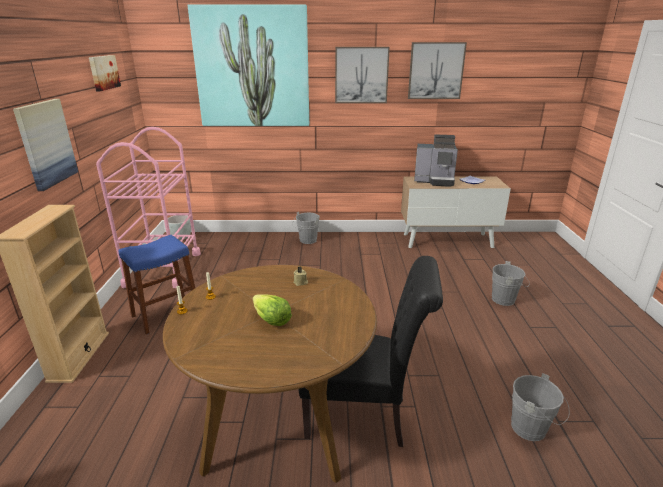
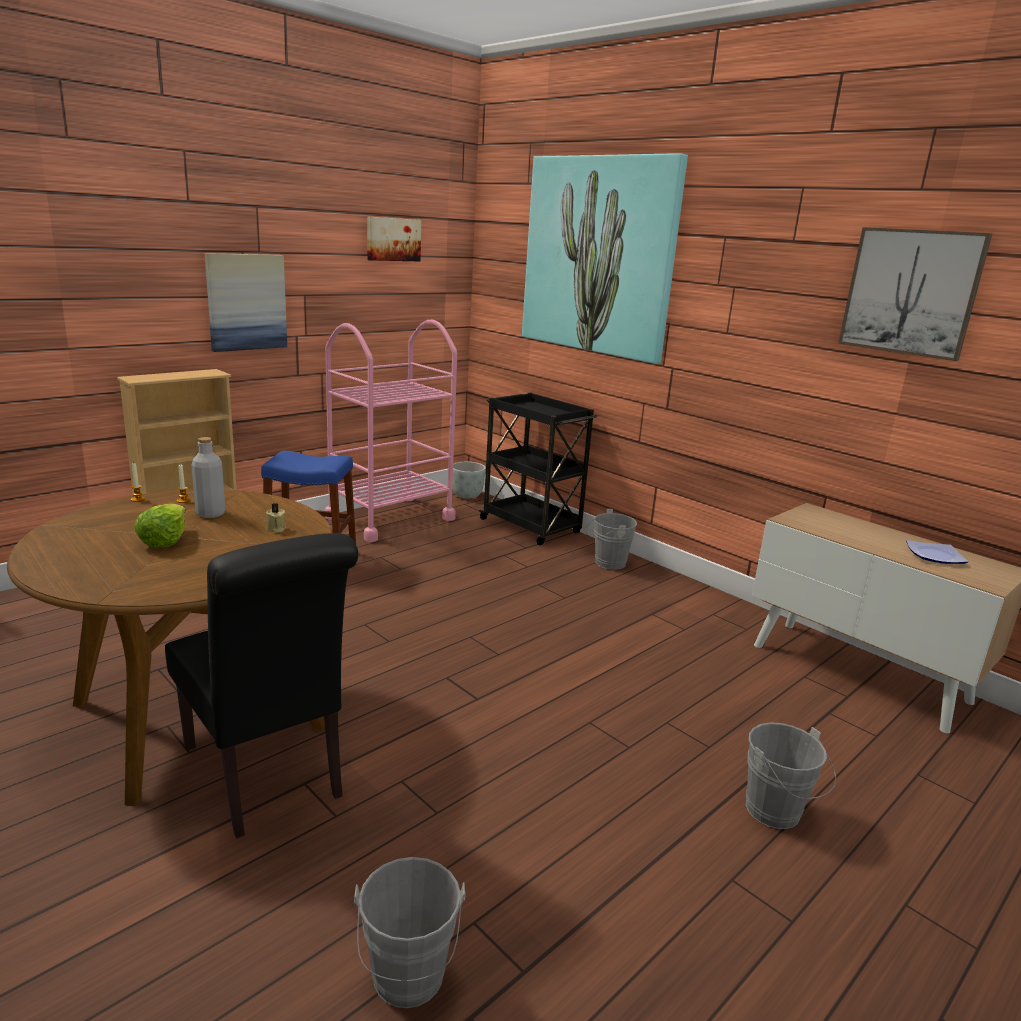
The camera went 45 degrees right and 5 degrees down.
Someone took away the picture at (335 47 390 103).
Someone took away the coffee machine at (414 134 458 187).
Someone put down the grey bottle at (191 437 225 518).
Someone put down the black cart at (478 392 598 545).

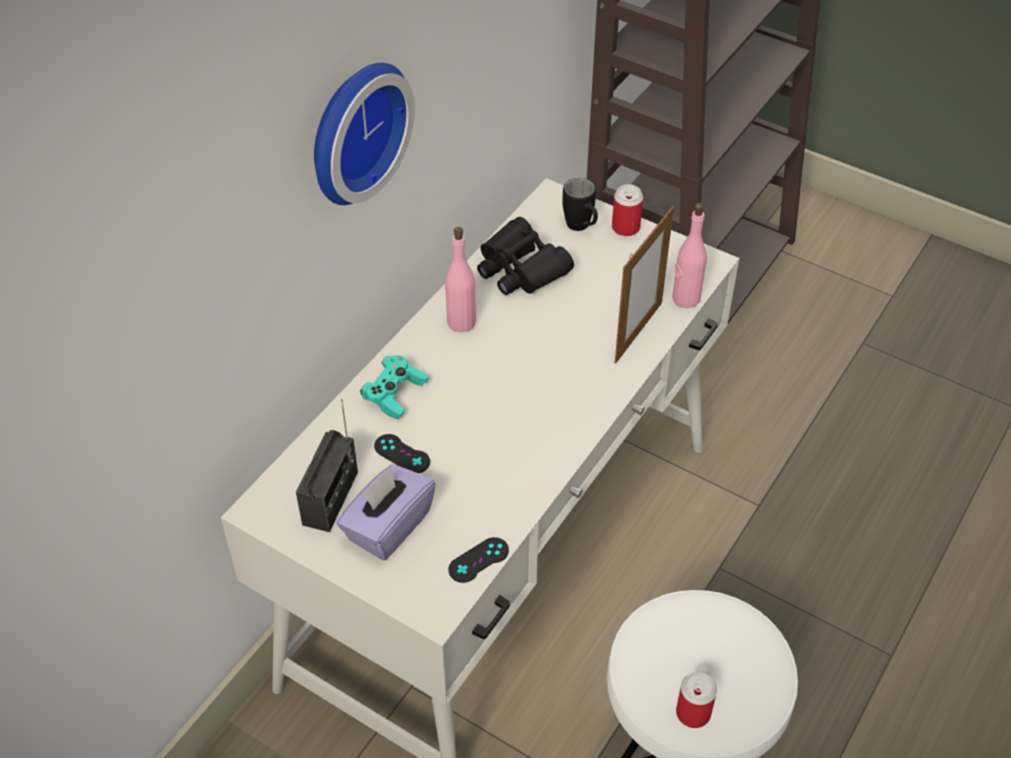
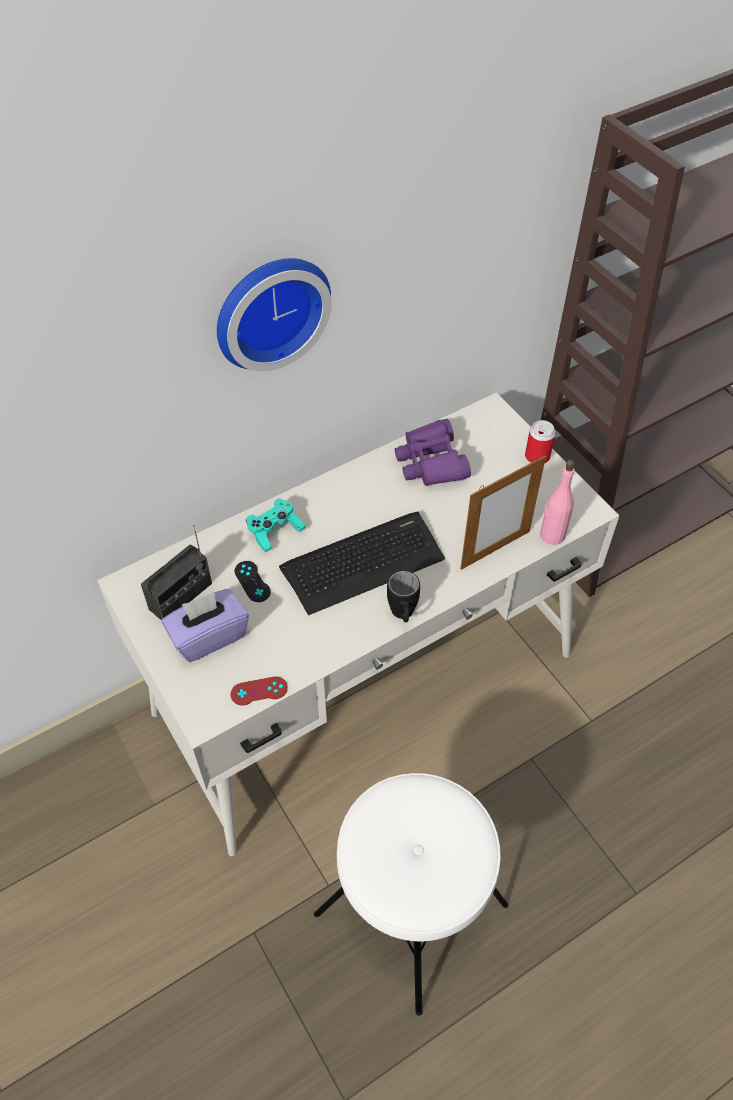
The camera went 25 degrees right and 5 degrees up.
Someone took away the pink bottle at (445 227 476 332).
Someone repainted the black game controller at (448 537 509 583), which became the red game controller at (231 676 288 705).
Someone repainted the black binoculars at (477 217 574 295), which became the purple binoculars at (395 419 471 486).
Someone carried the black mug from (562 178 598 231) to (387 571 420 622).
Someone took away the can at (676 672 717 728).
Someone put down the keyboard at (279 511 445 615).

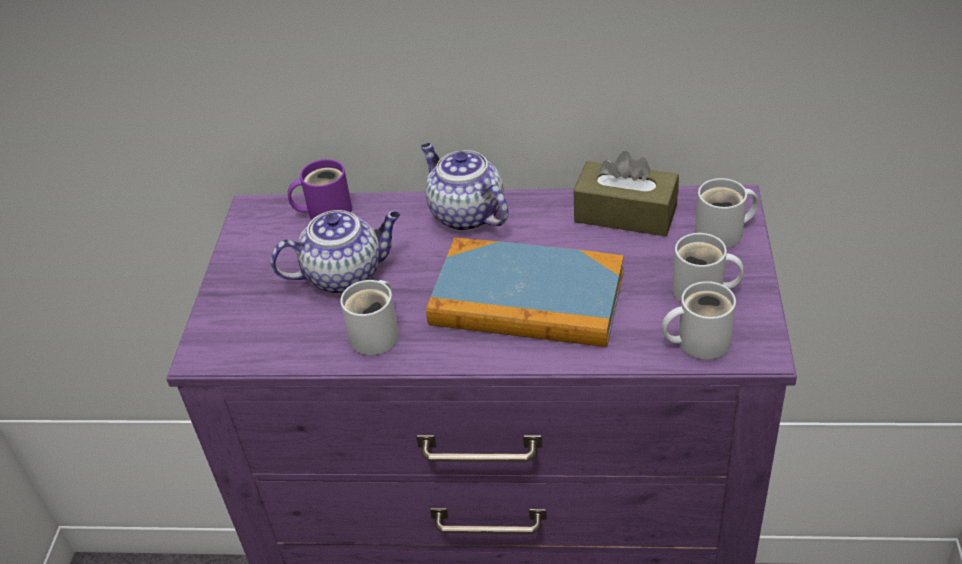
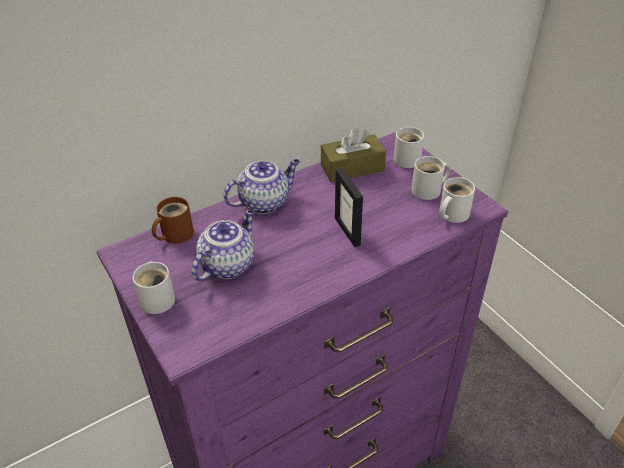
The camera went 40 degrees left and 0 degrees up.
Someone repainted the purple mug at (288 159 352 220), which became the brown mug at (152 197 194 244).
Someone carried the white mug from (340 280 399 355) to (133 261 175 314).
Someone rotated the teapot at (421 143 508 232) by 135 degrees clockwise.
Someone swapped the book at (426 237 624 347) for the picture frame at (335 168 363 247).

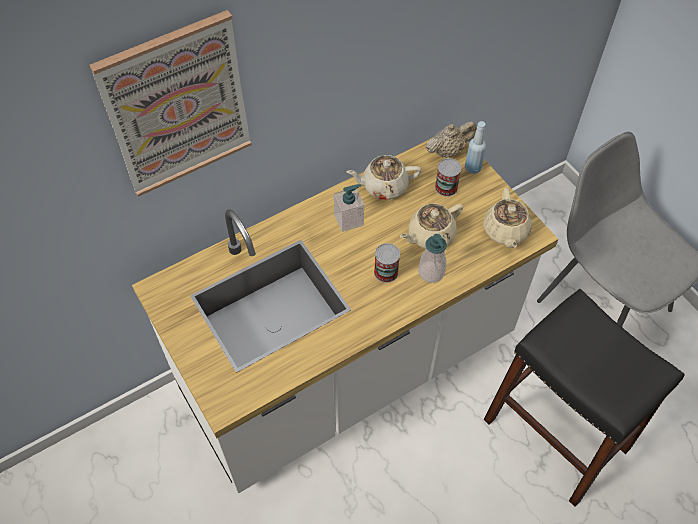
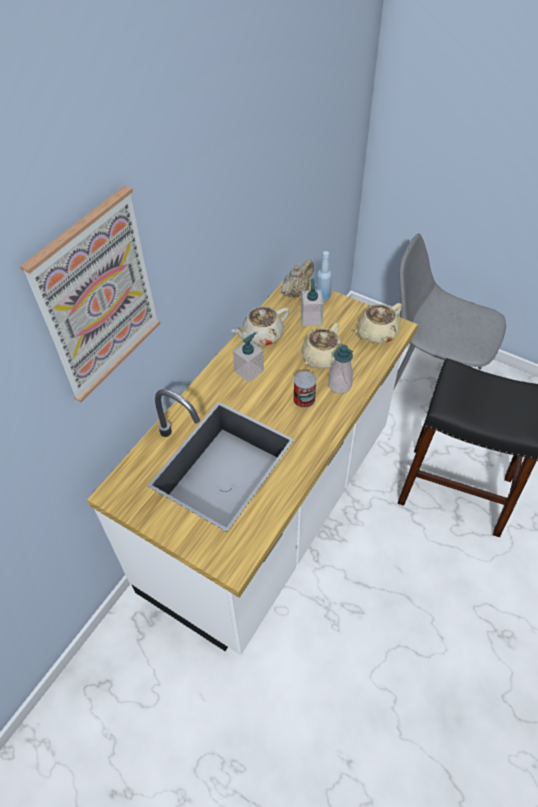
The camera went 25 degrees left and 5 degrees down.
Someone swapped the can at (435 158 461 197) for the soap dispenser at (301 278 324 326).
Someone rotated the beige teapot at (483 188 532 248) by 75 degrees clockwise.

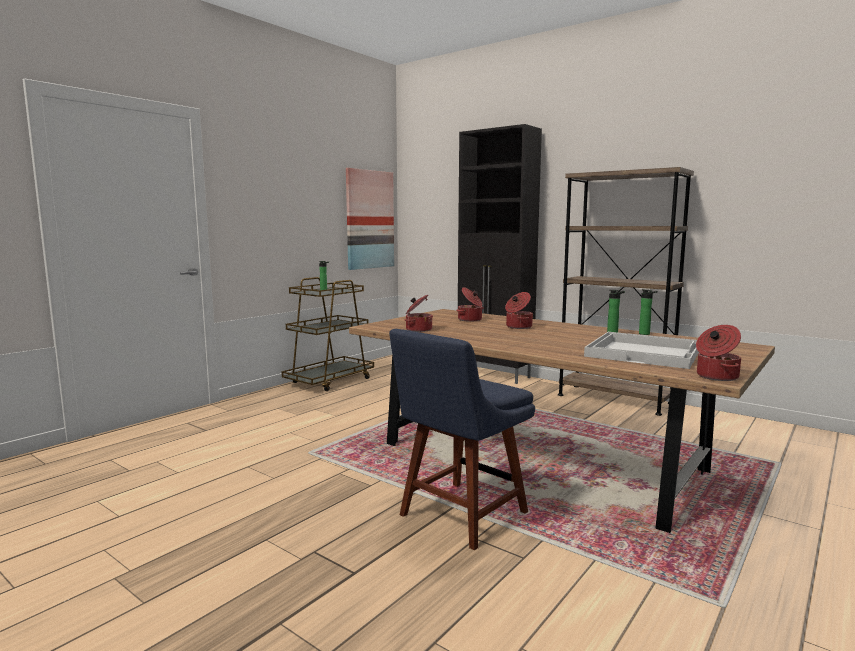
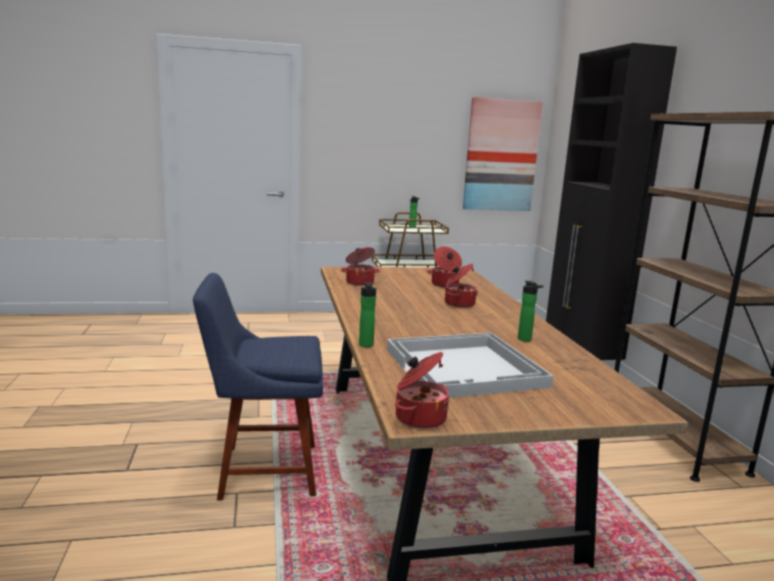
The camera went 40 degrees right and 5 degrees up.
Someone carried the bottle from (639 289 658 335) to (359 282 376 347).

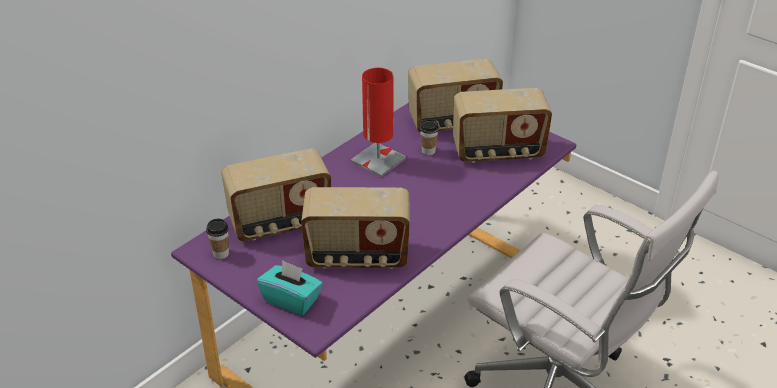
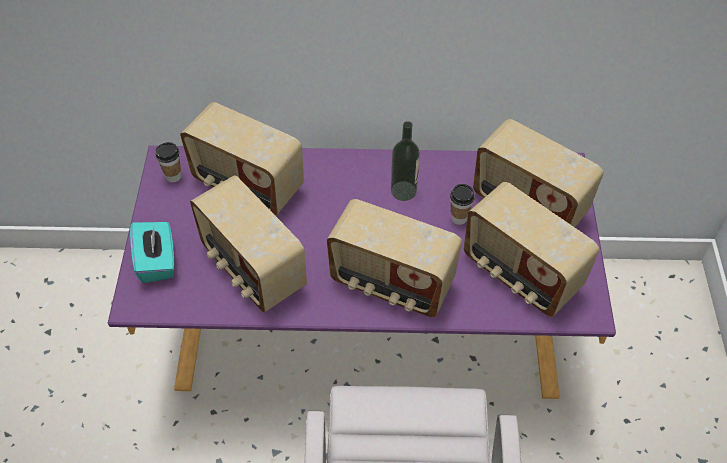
The camera went 50 degrees right and 15 degrees up.
Someone swapped the red table lamp at (351 68 406 177) for the bottle at (391 121 420 201).
Someone put down the radio at (327 199 462 317).

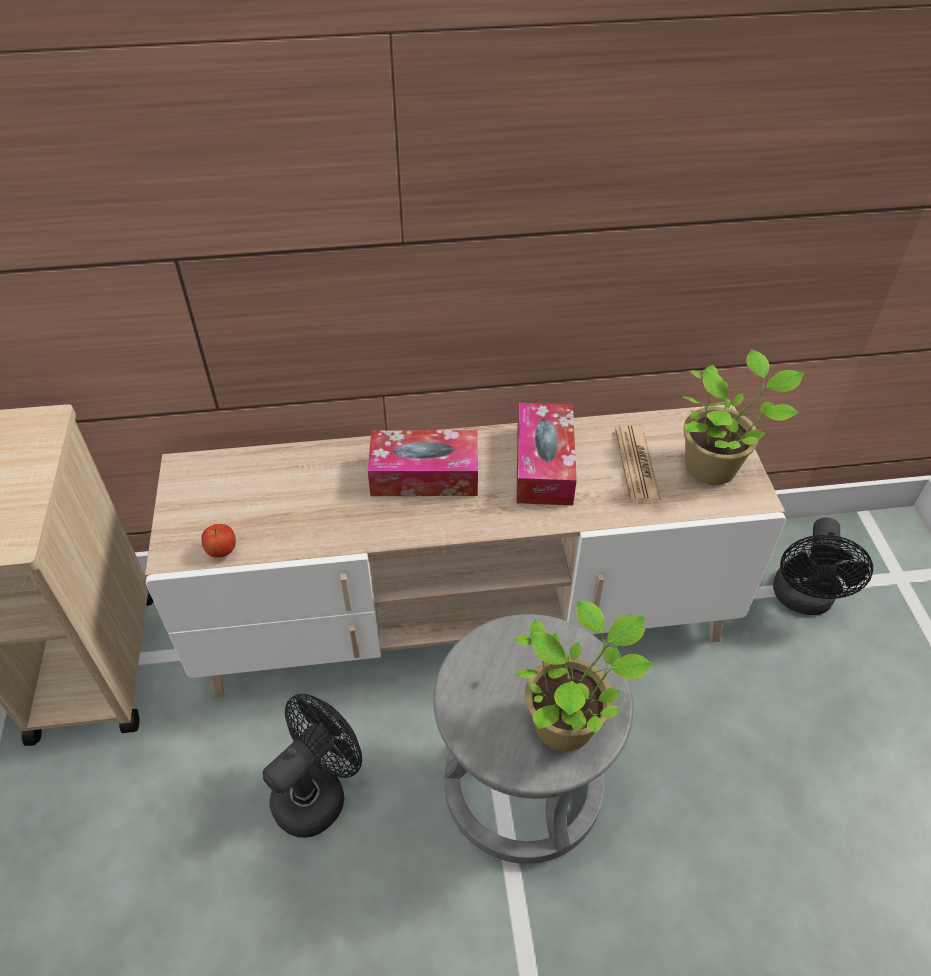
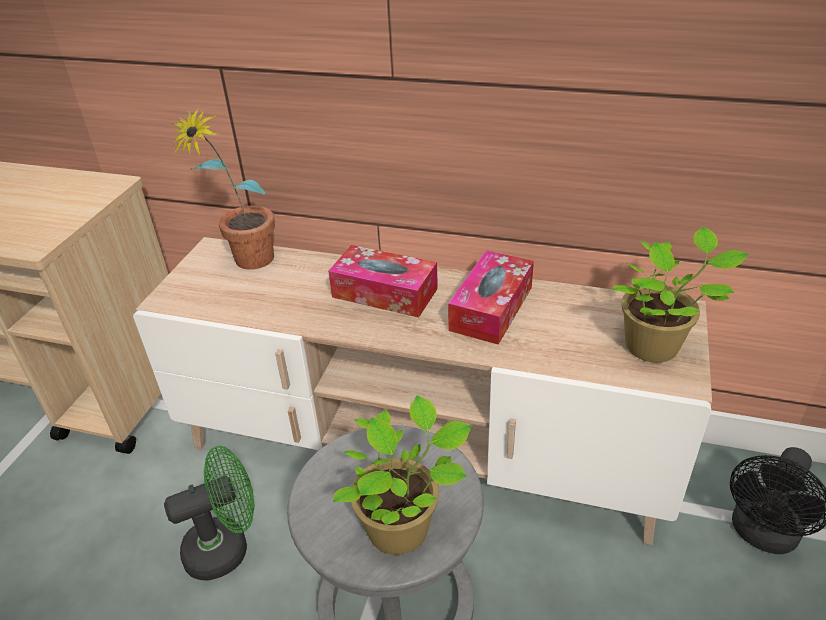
The camera went 25 degrees right and 10 degrees down.
Someone took away the apple at (201 524 236 558).
Someone repainted the black fan at (263 694 362 838), which became the green fan at (164 446 255 580).
Someone took away the newspaper at (615 425 661 504).
Someone put down the potted plant at (172 105 275 270).

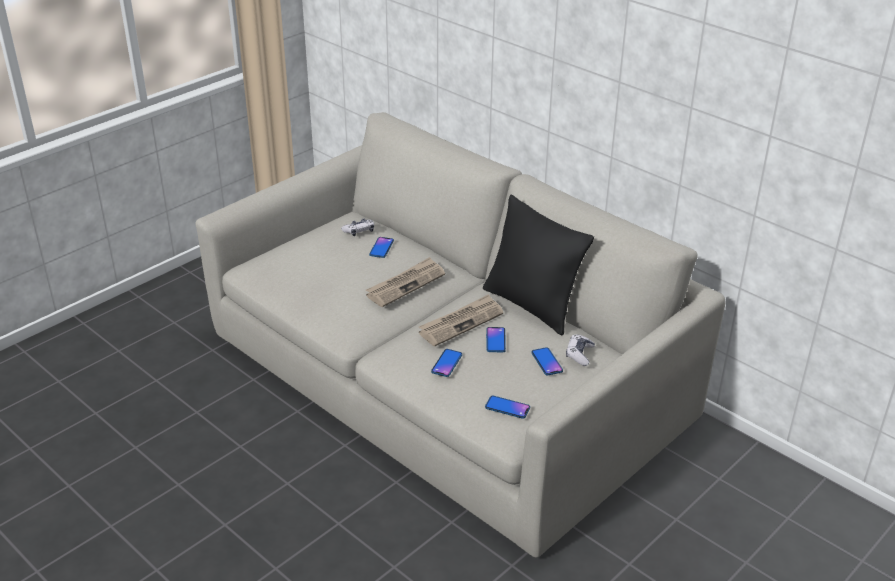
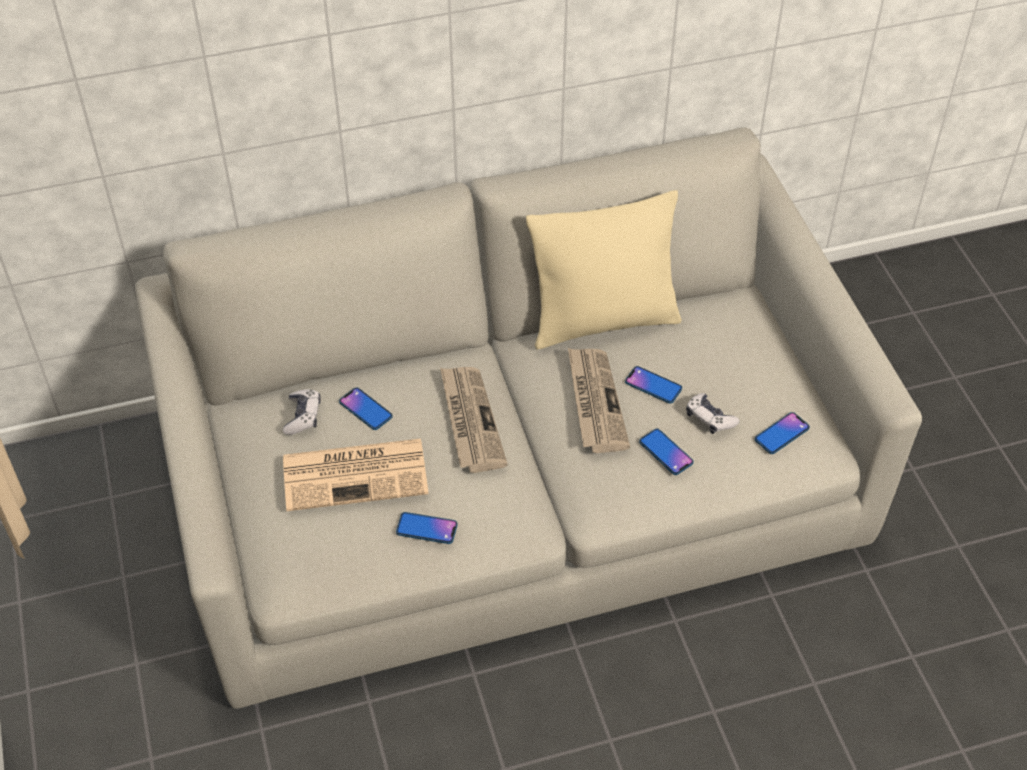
The camera went 60 degrees left and 15 degrees up.
Someone repainted the black pillow at (483 195 594 336), which became the beige pillow at (526 190 682 350).
Someone carried the phone from (531 347 563 375) to (396 512 458 544).
Someone carried the game controller from (566 334 595 366) to (686 393 740 434).
Someone put down the newspaper at (283 438 429 511).

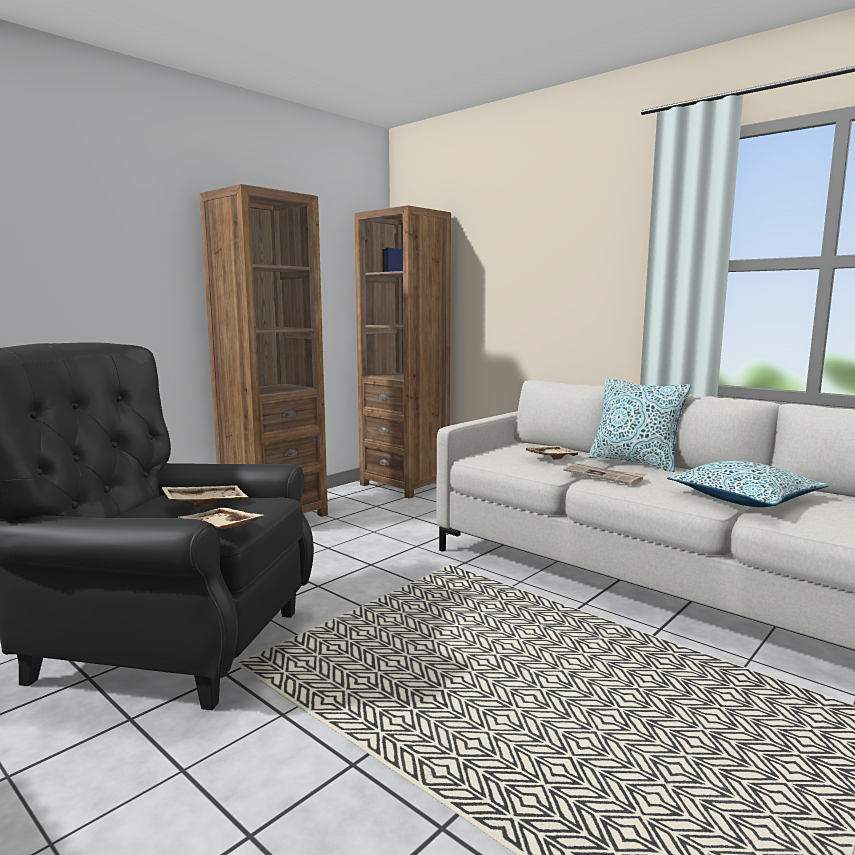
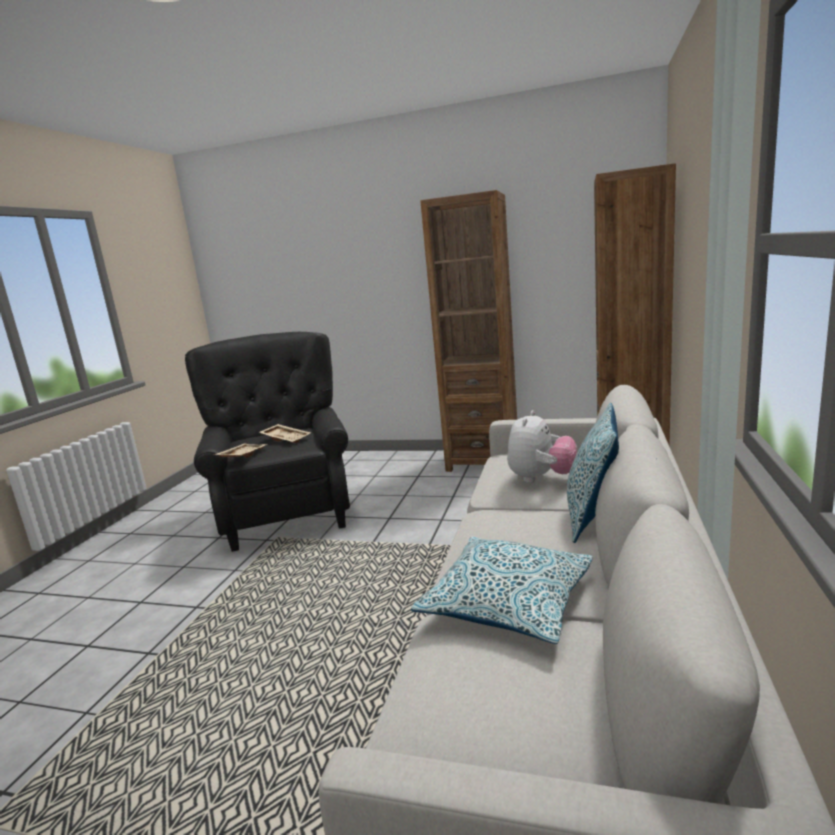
The camera went 65 degrees right and 5 degrees up.
Someone swapped the beige tray at (521 446 583 460) for the plush toy at (507 410 577 483).
Someone took away the newspaper at (563 463 647 485).

